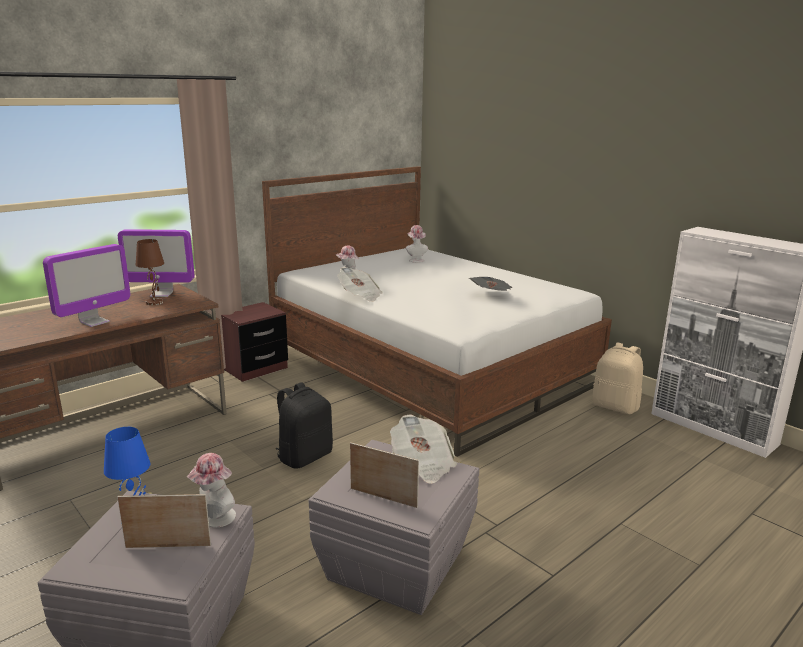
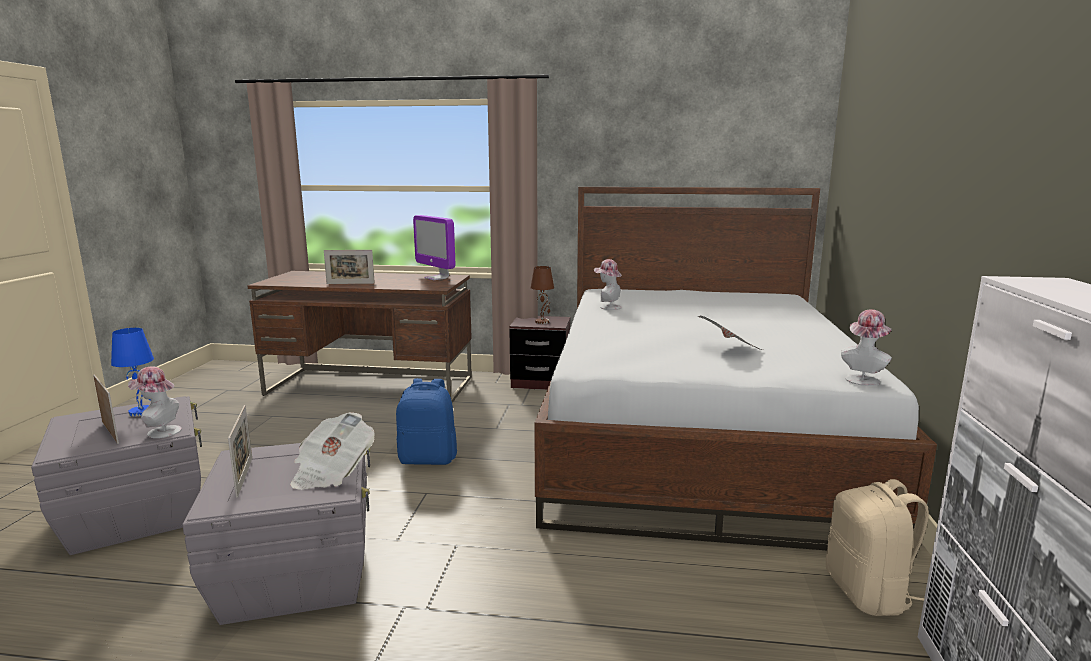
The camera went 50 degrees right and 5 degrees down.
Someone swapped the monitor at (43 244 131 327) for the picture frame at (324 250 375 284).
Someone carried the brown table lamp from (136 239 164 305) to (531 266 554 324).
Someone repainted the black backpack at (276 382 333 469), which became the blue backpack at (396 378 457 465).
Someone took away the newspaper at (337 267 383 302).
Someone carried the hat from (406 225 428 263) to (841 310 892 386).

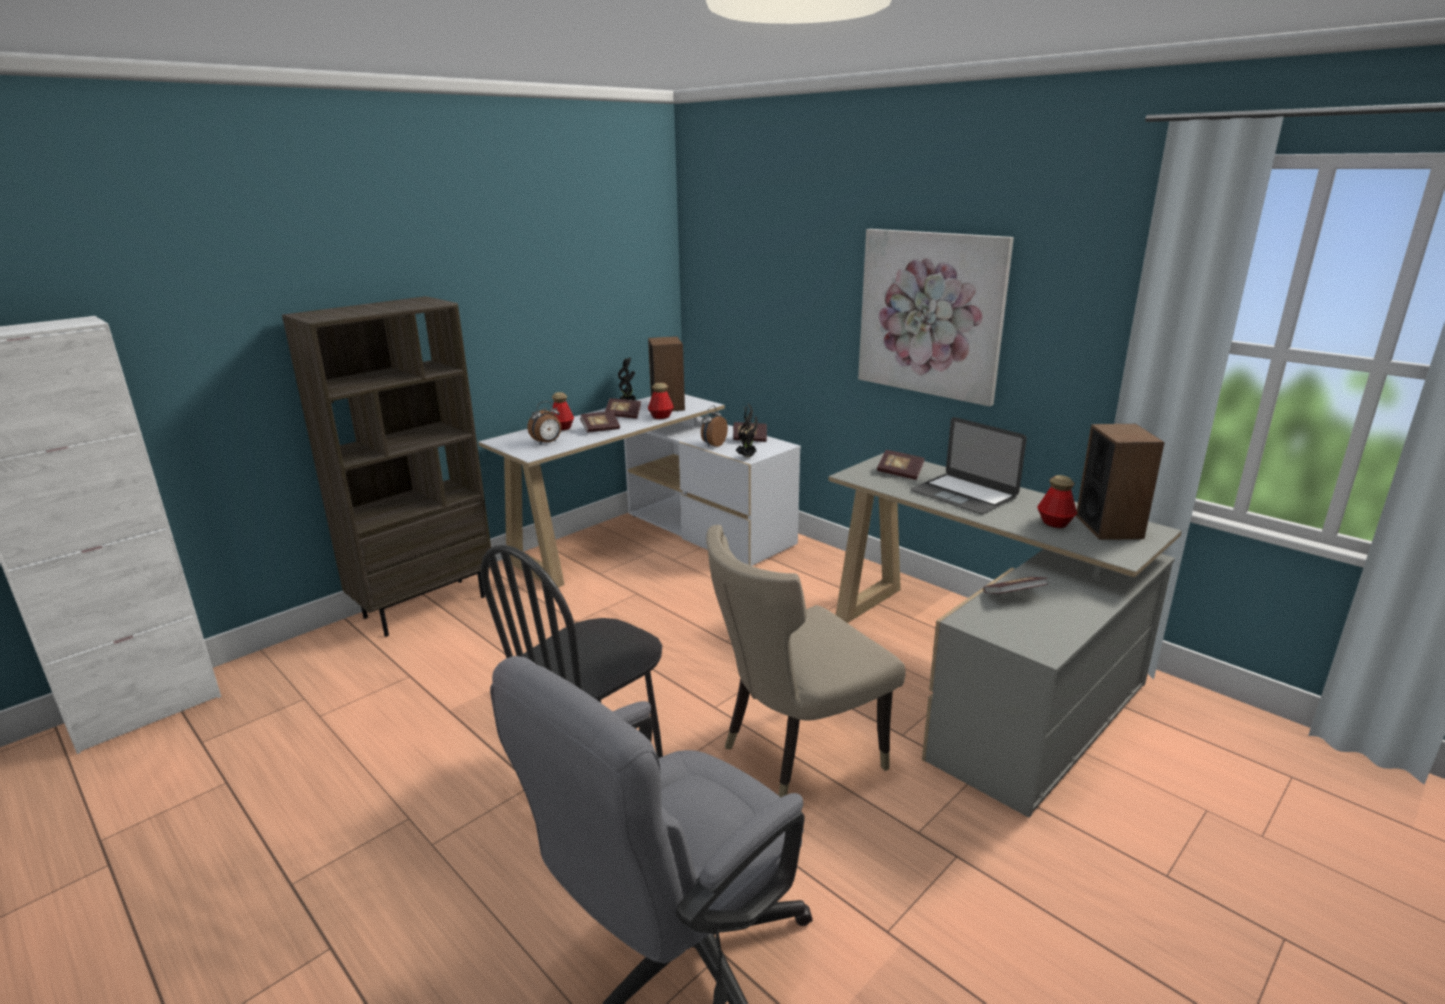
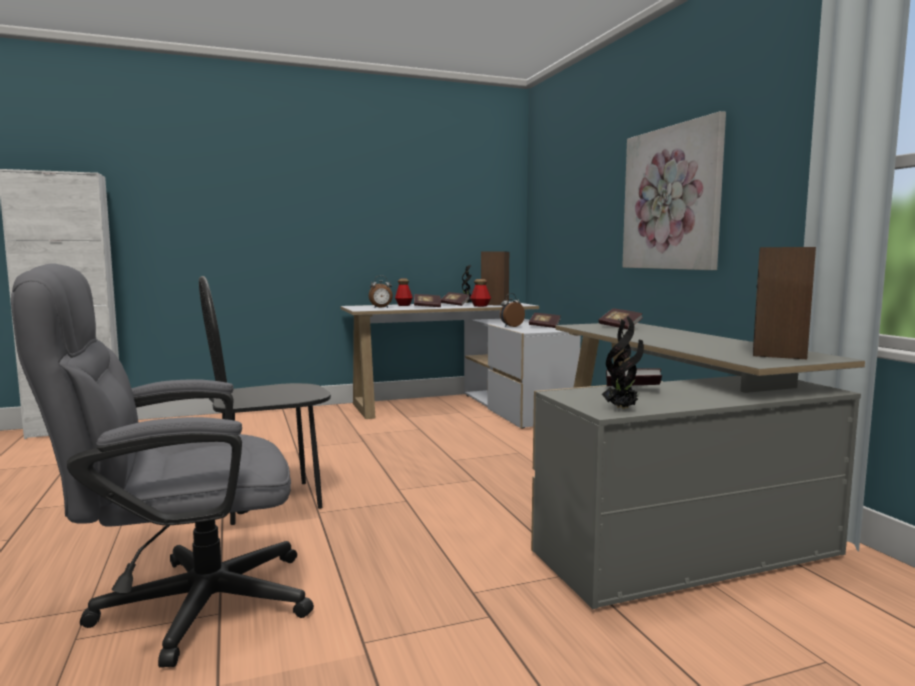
The camera went 25 degrees right and 15 degrees down.
Someone took away the brown bookcase at (282 296 491 637).
Someone took away the beige chair at (706 525 906 797).
Someone carried the potted plant from (736 404 758 458) to (602 316 644 409).
Someone took away the laptop at (910 417 1027 514).
Someone took away the bottle at (1037 475 1077 528).

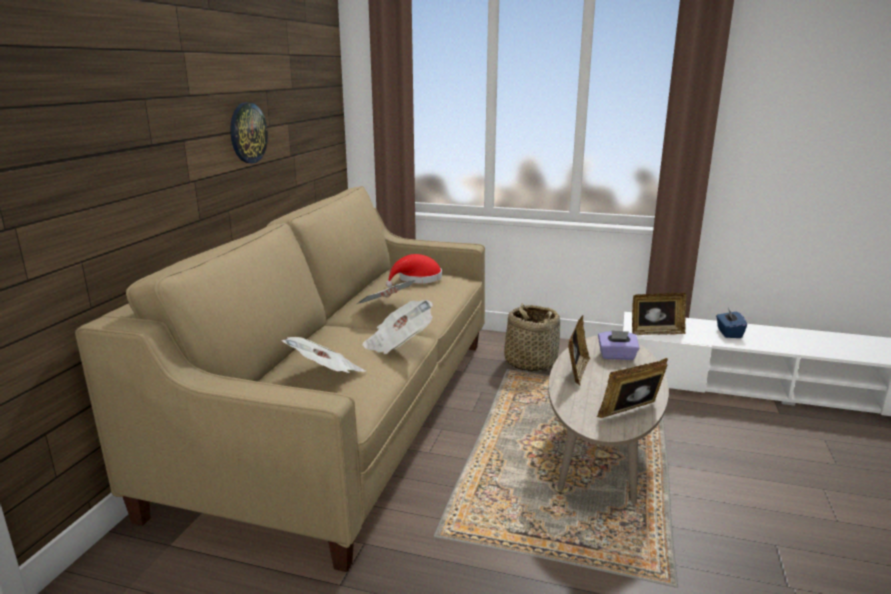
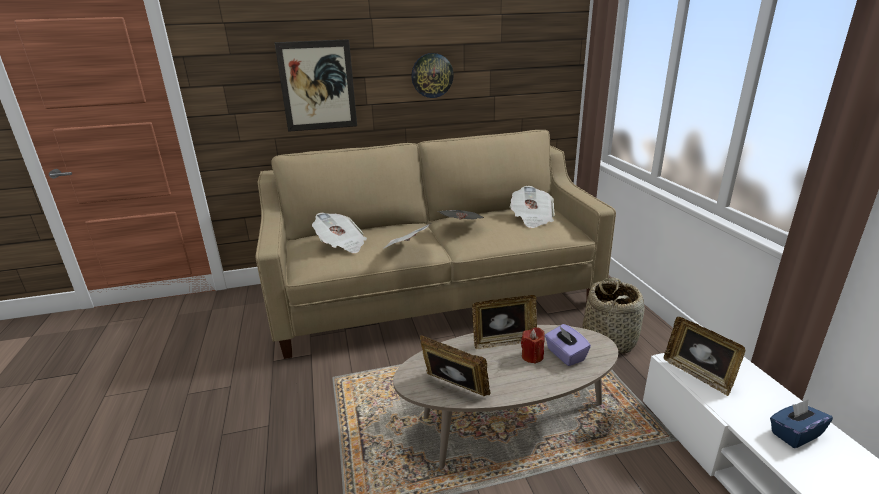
The camera went 60 degrees right and 5 degrees up.
Someone swapped the red hat at (386 254 442 287) for the newspaper at (510 186 555 228).
Someone put up the picture at (274 39 357 132).
Someone put down the red candle at (521 327 545 364).

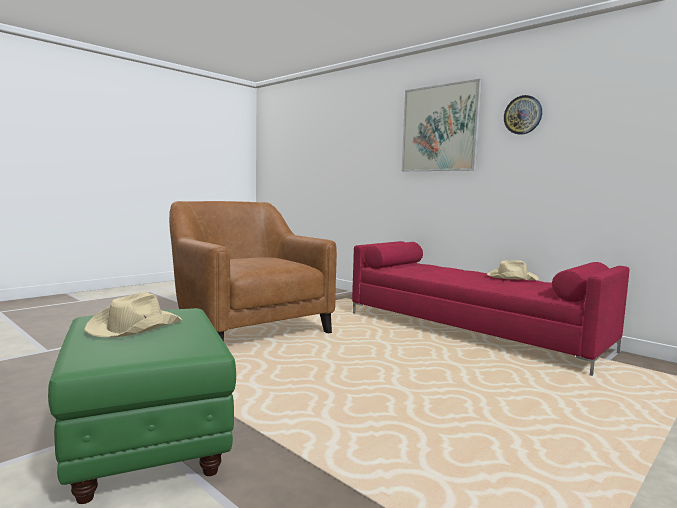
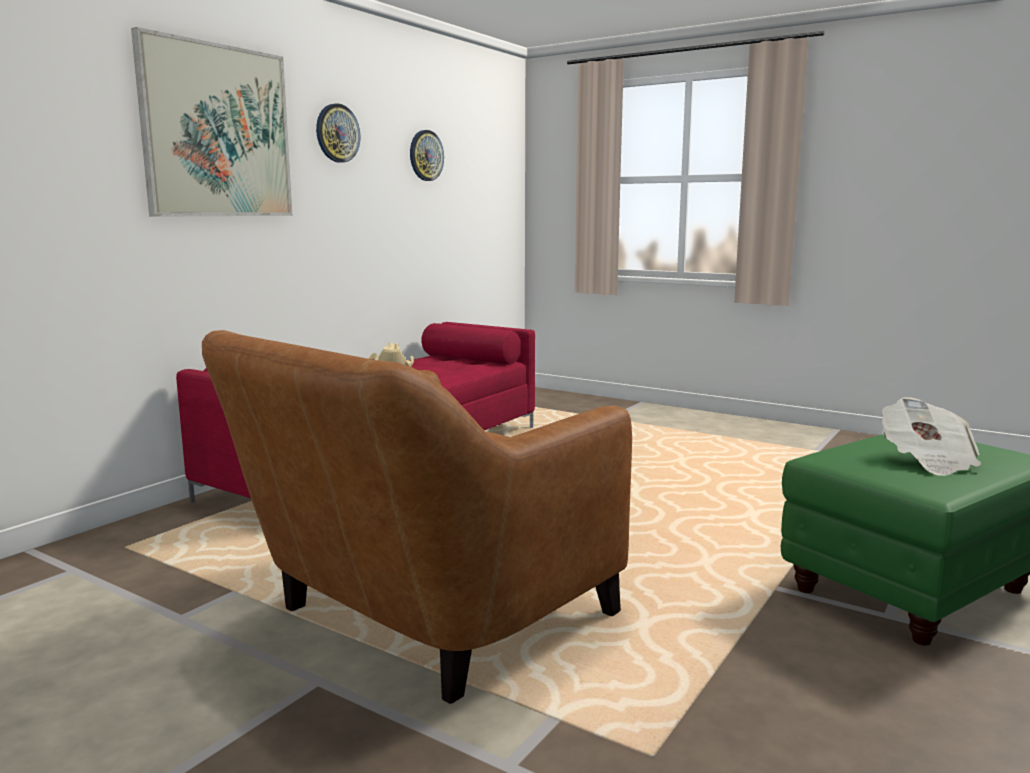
The camera went 100 degrees left and 5 degrees up.
Someone swapped the beige hat at (84 292 182 337) for the newspaper at (882 397 981 476).
Someone put up the wall clock at (410 130 444 181).

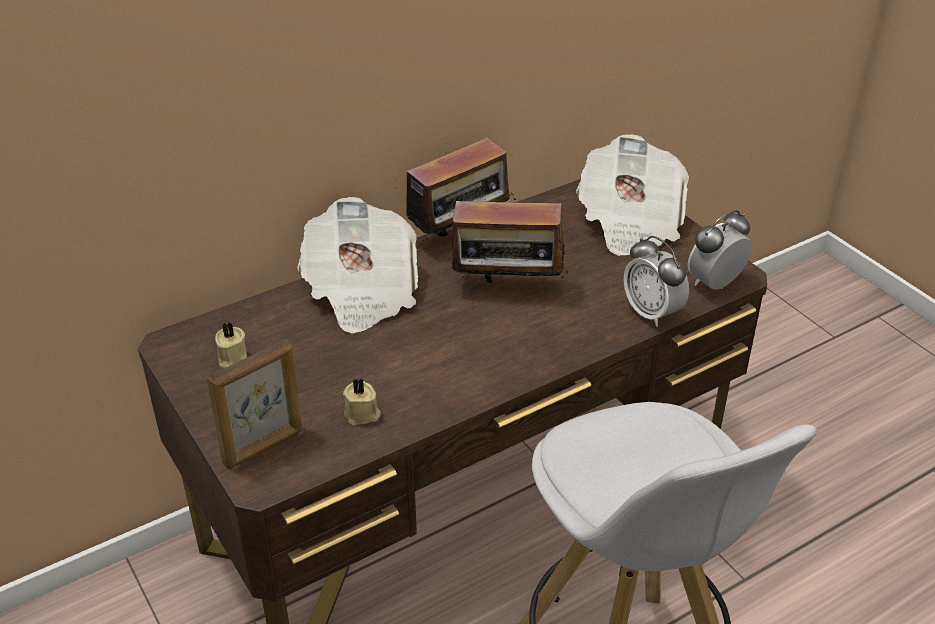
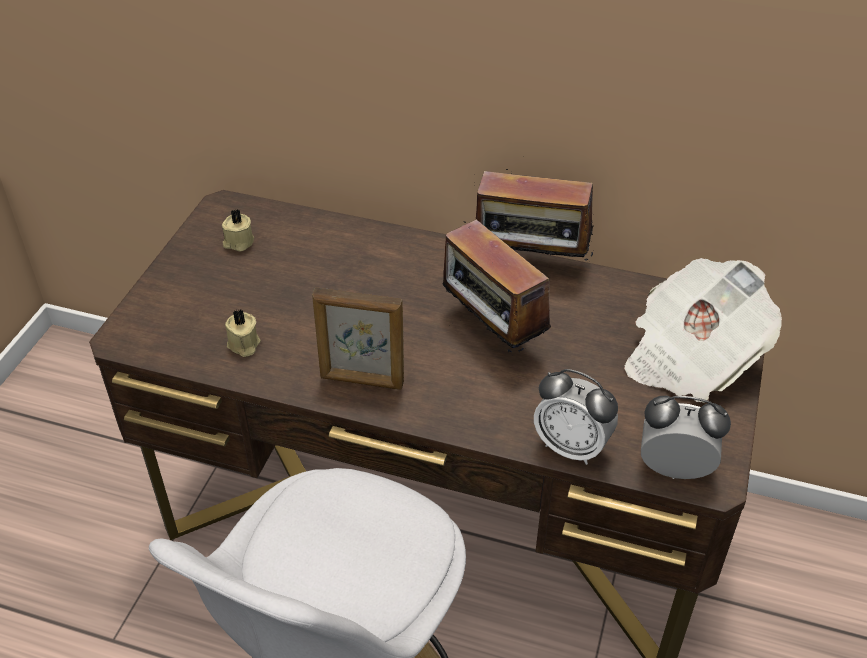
The camera went 50 degrees right and 5 degrees up.
Someone carried the picture frame from (207 339 303 469) to (312 287 404 390).
Someone took away the newspaper at (297 197 418 334).
Someone rotated the alarm clock at (624 236 689 327) by 75 degrees counterclockwise.

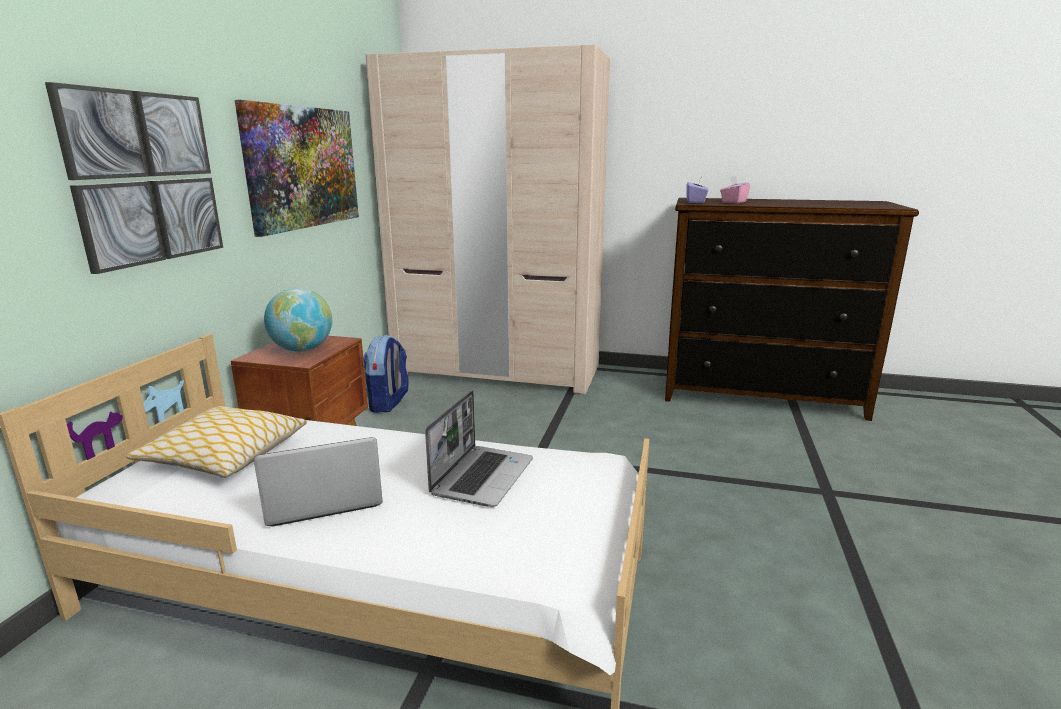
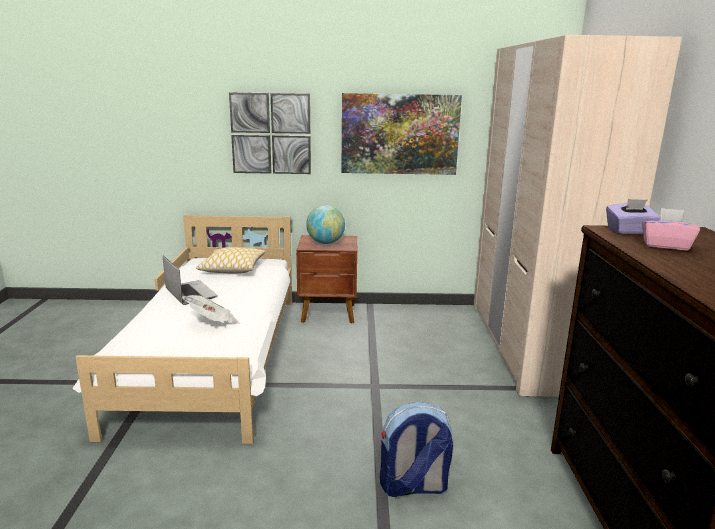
The camera went 75 degrees right and 0 degrees up.
Someone carried the backpack from (363 335 409 413) to (380 402 453 497).
Someone swapped the laptop at (425 390 533 507) for the newspaper at (182 295 240 324).

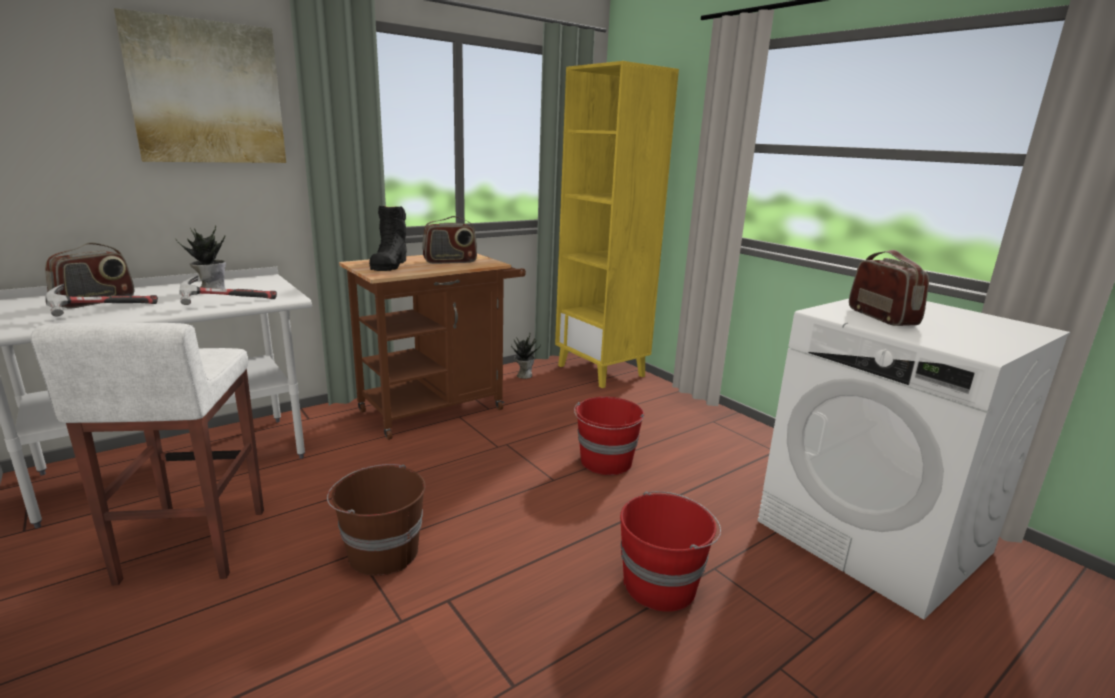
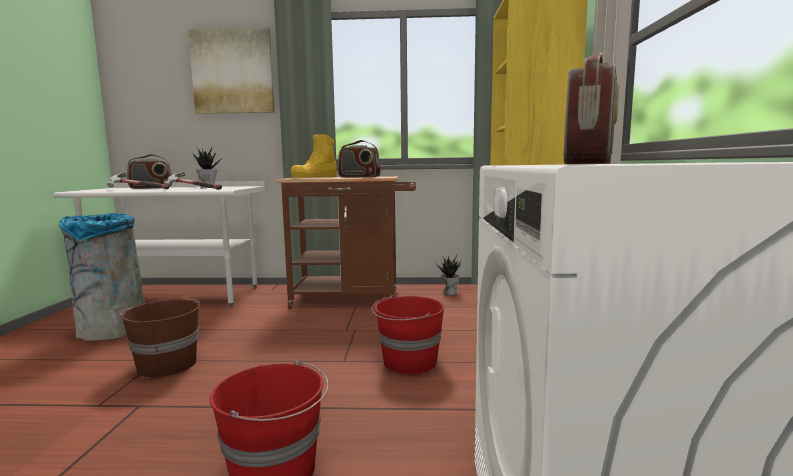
The camera went 40 degrees right and 10 degrees down.
Someone swapped the white stool at (31 323 264 585) for the grey trash can at (58 213 145 341).
Someone repainted the black boot at (369 205 407 271), which became the yellow boot at (290 134 337 178).

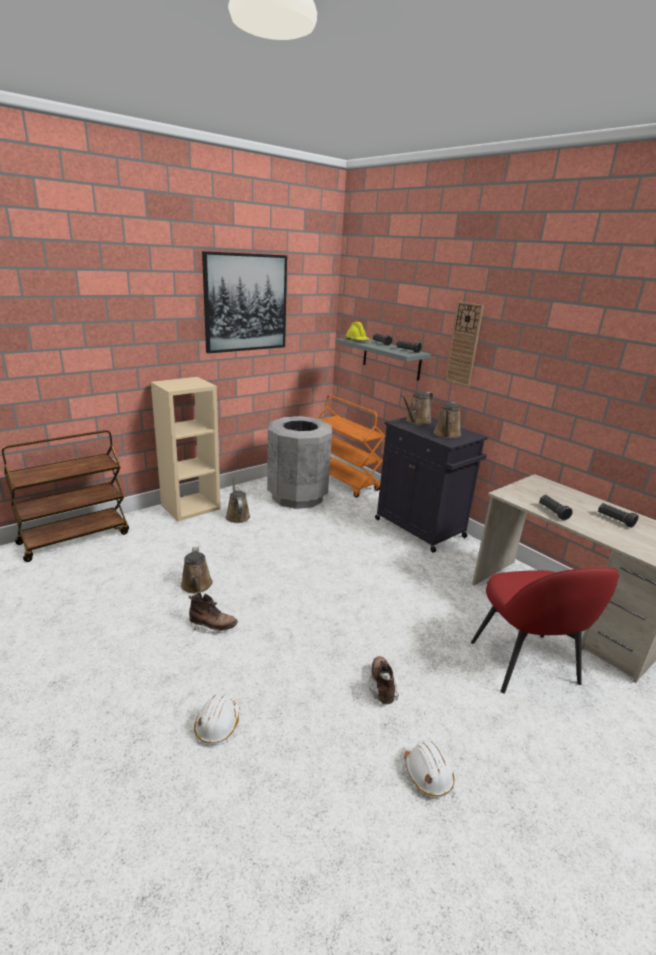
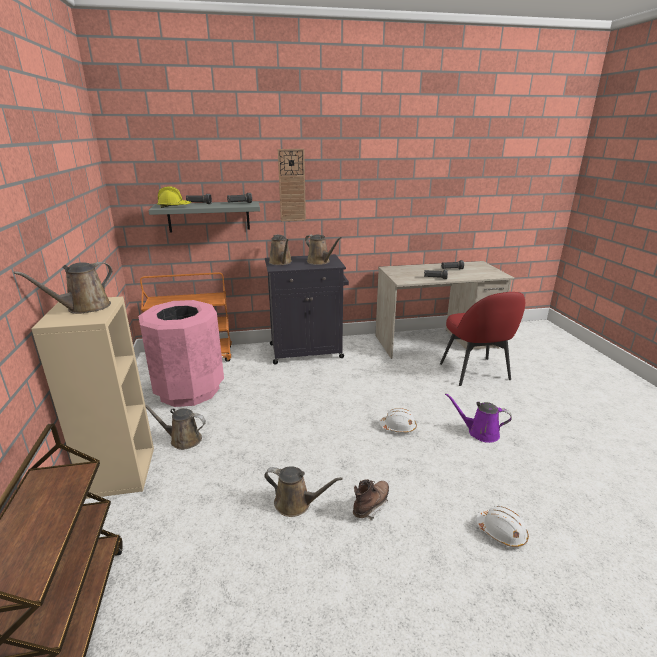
The camera went 60 degrees left and 0 degrees up.
Someone took away the picture at (202 251 287 353).
Someone repainted the grey trash can at (267 416 332 509), which became the pink trash can at (138 300 224 407).
Someone swapped the brown boot at (368 656 399 704) for the purple watering can at (445 393 512 443).
Someone carried the white hard hat from (403 740 454 797) to (379 408 417 433).
Someone rotated the red chair at (471 567 618 693) by 60 degrees clockwise.
Someone put down the brown watering can at (14 262 112 314).

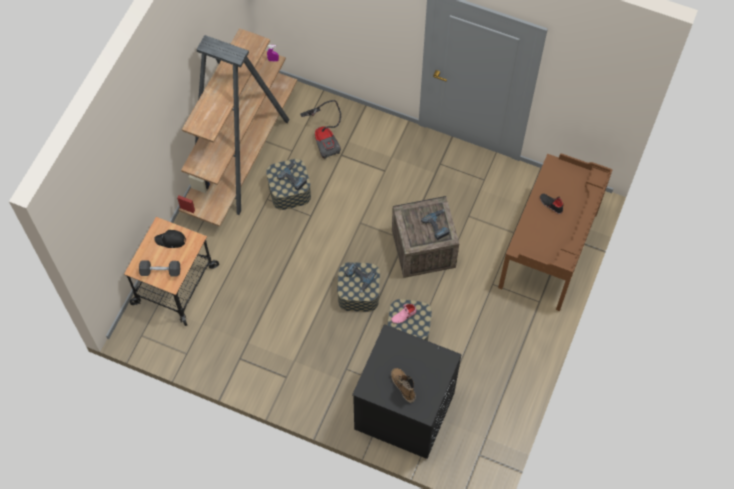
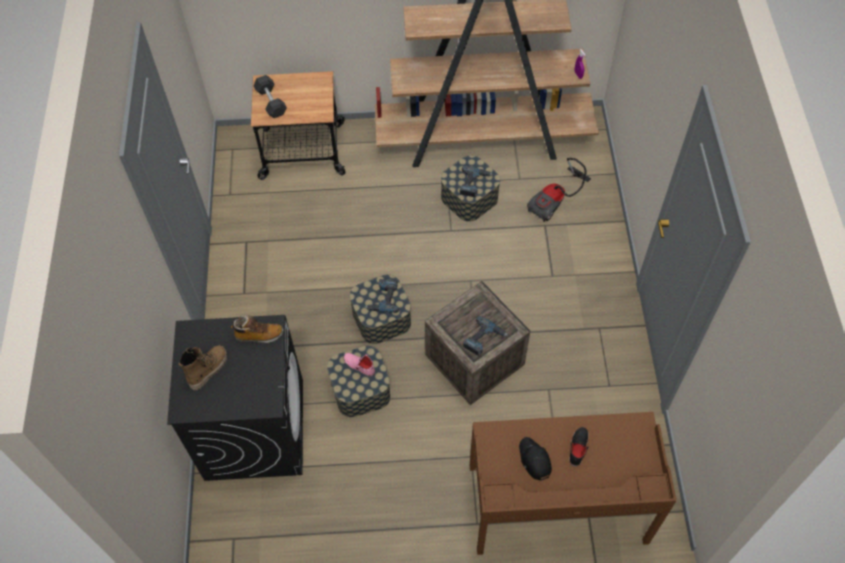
The camera went 65 degrees right and 5 degrees down.
Someone carried the black cap from (154 230 186 248) to (519 437 552 480).
Someone put down the boot at (231 315 284 343).

